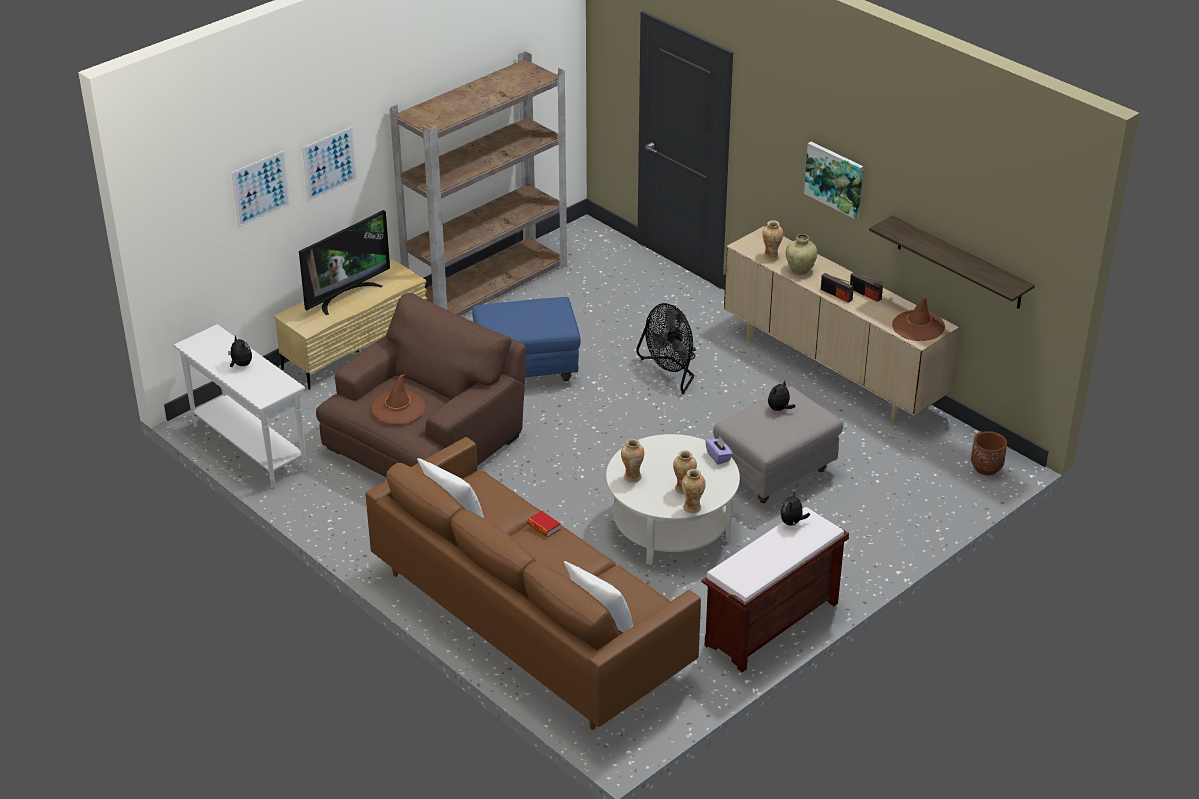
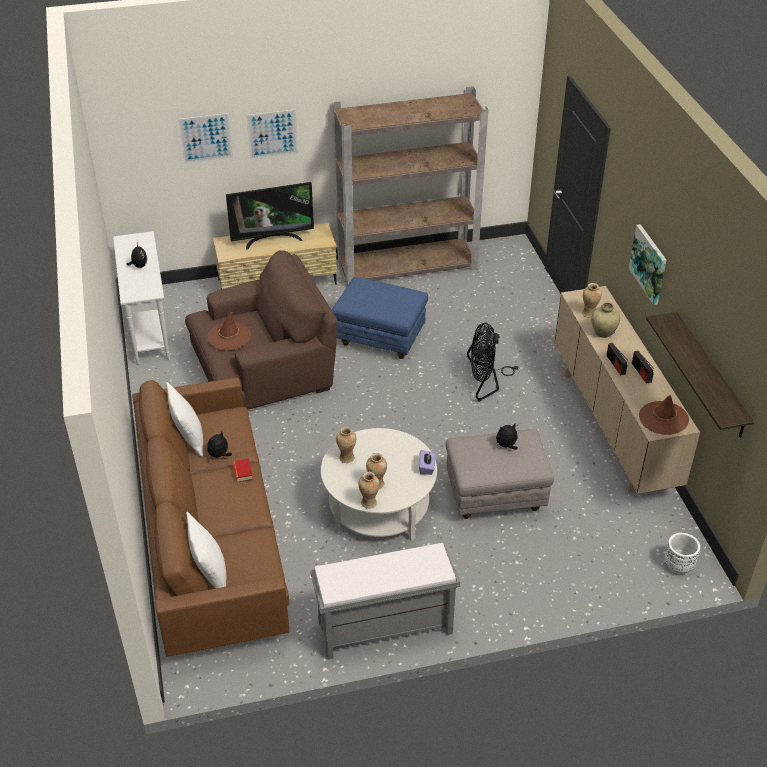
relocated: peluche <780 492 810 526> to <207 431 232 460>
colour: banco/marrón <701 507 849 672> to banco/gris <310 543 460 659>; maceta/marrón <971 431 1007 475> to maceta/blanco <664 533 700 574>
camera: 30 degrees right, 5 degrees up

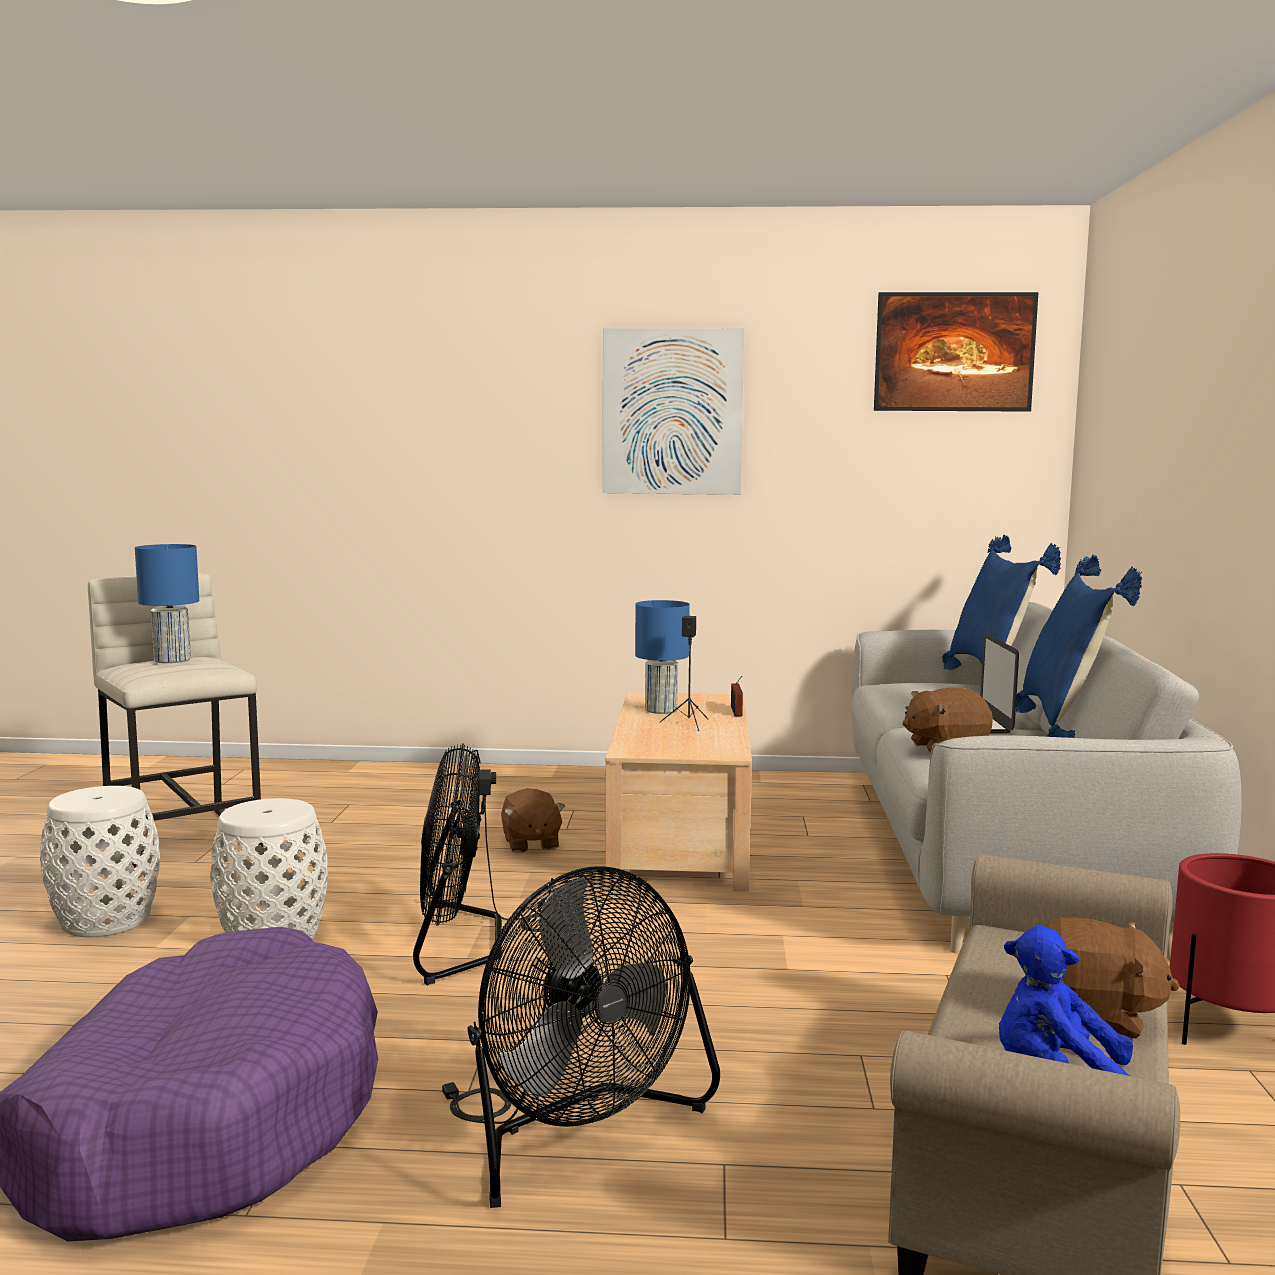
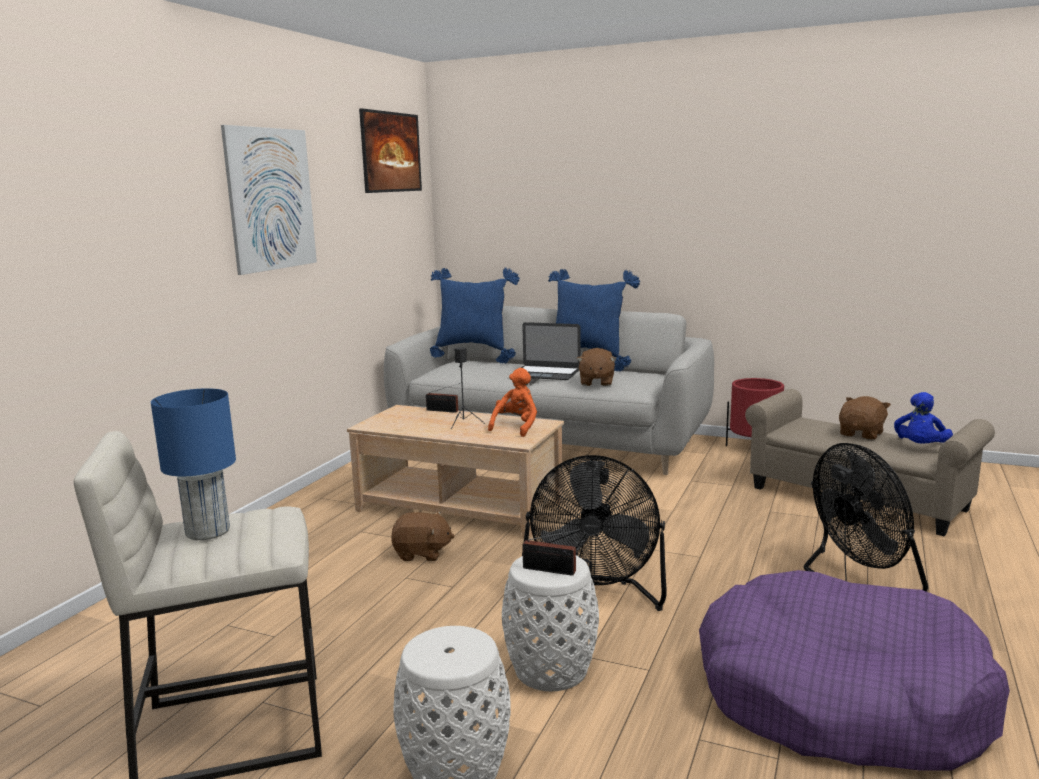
missing: lámpara de mesa/azul <635 600 690 714>
appeared: peluche/naranja <488 368 537 437>; radio <522 529 581 576>
camera: 70 degrees left, 5 degrees up

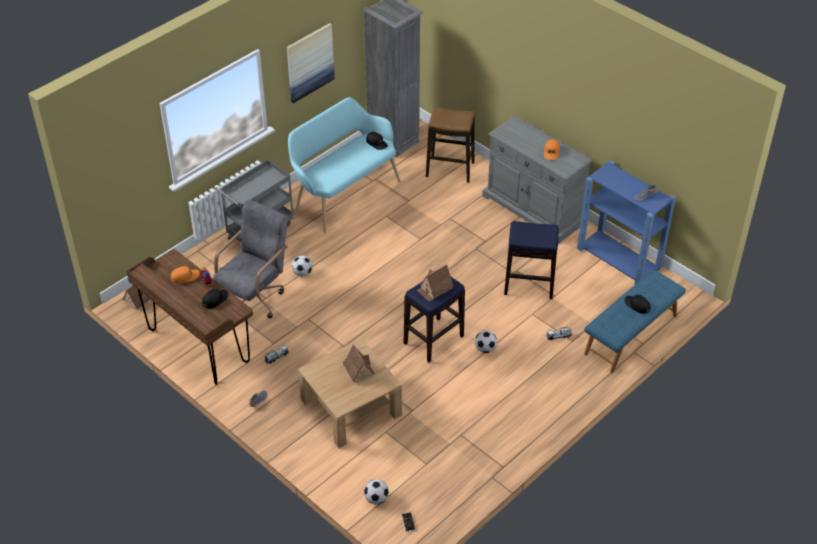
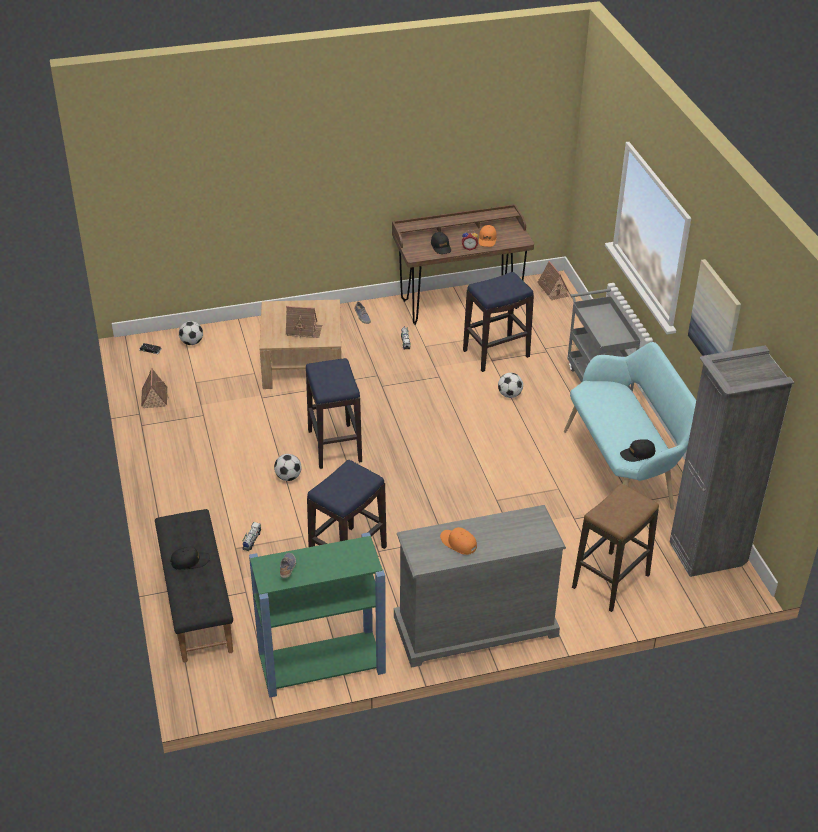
relocated: casita <417 264 454 301> to <141 368 169 408>
exchanged: silla de oficina/gris <213 200 288 318> to taburete <463 272 534 372>
colour: banco/azul <584 270 686 373> to banco/negro <155 509 233 663>; estantería/azul <577 160 676 285> to estantería/verde <249 532 386 698>
camera: 120 degrees right, 5 degrees down

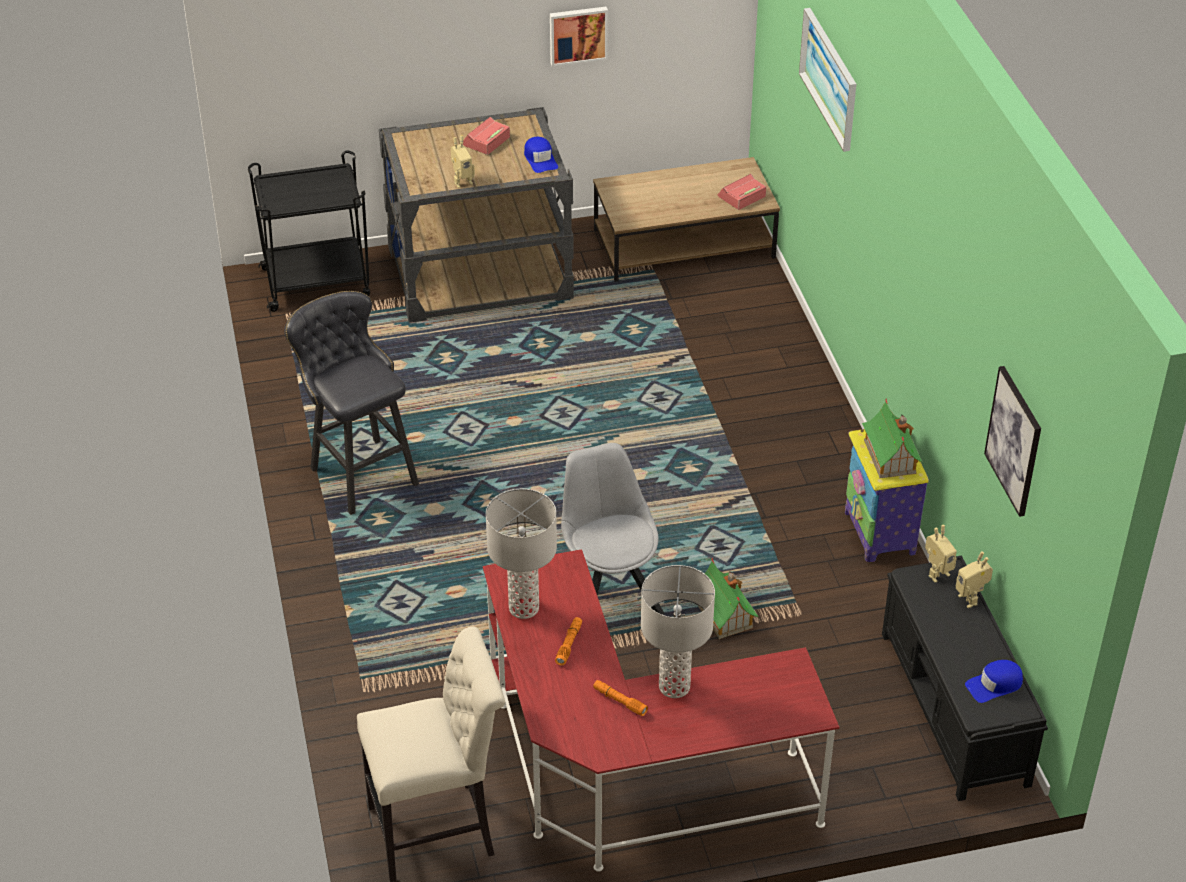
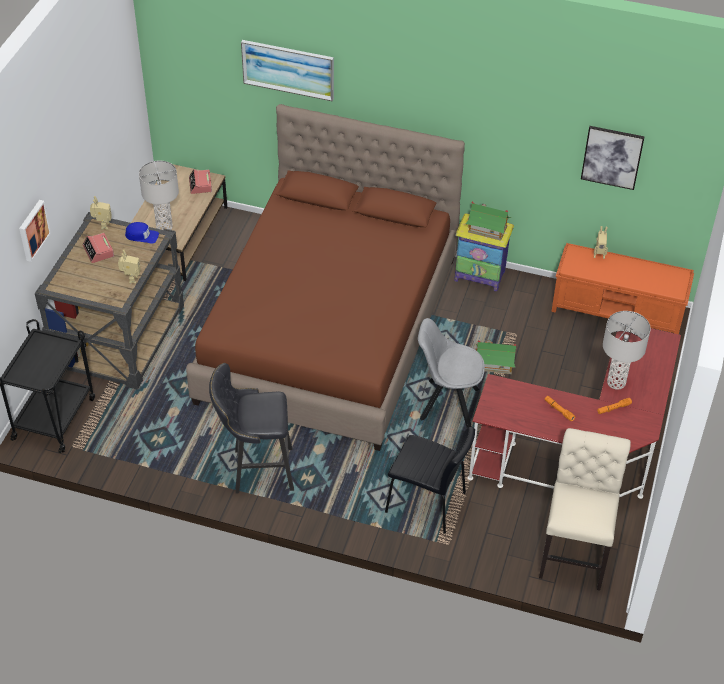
missing: gorra/azul <965 660 1023 703>
appeared: cama/marrón <186 104 465 451>; silla/negro <385 427 475 534>
relocated: cuadro <550 7 608 67> to <19 200 51 262>; robot de juguete <925 525 957 583> to <90 196 112 229>; lámpara de mesa/blanco <486 489 557 619> to <139 161 179 230>
colour: banco/negro <882 556 1048 801> to banco/naranja <551 243 694 334>
camera: 60 degrees left, 5 degrees up

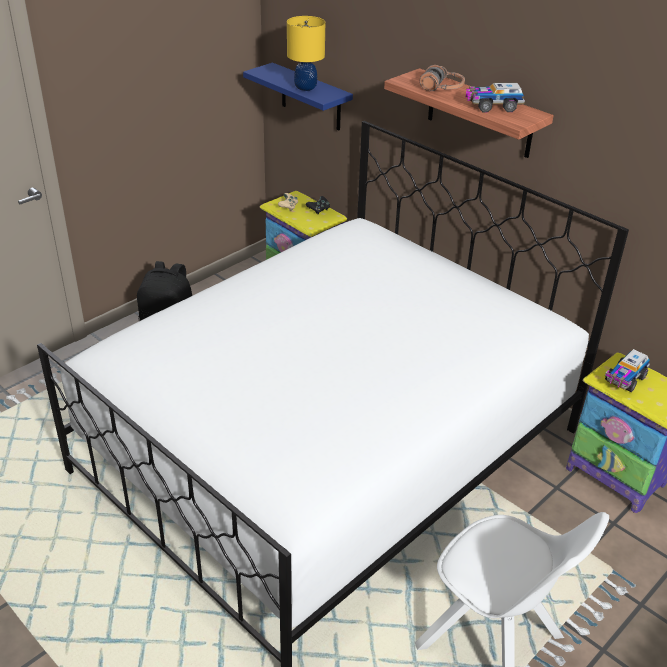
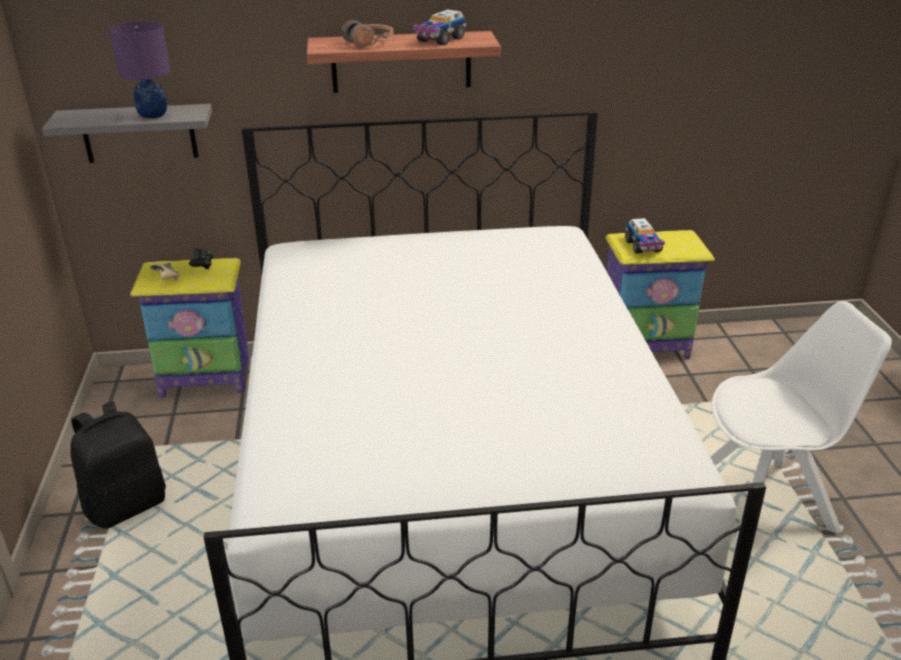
colour: estante/azul <243 63 353 130> to estante/gris <42 104 212 163>; lámpara de mesa/amarillo <287 16 325 91> to lámpara de mesa/morado <110 21 171 119>
camera: 50 degrees left, 5 degrees down

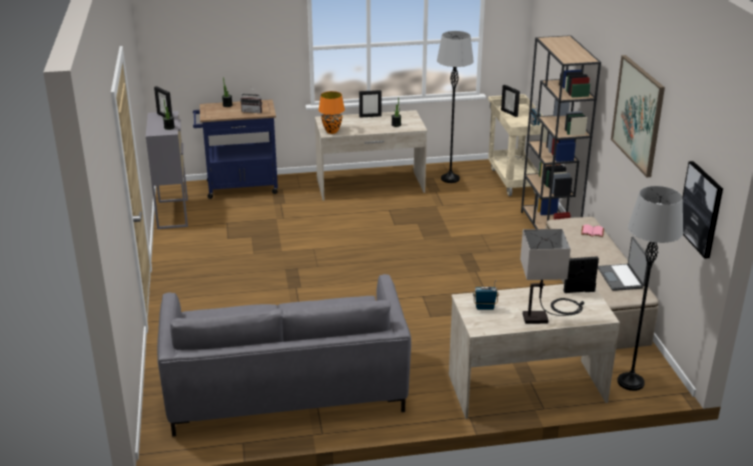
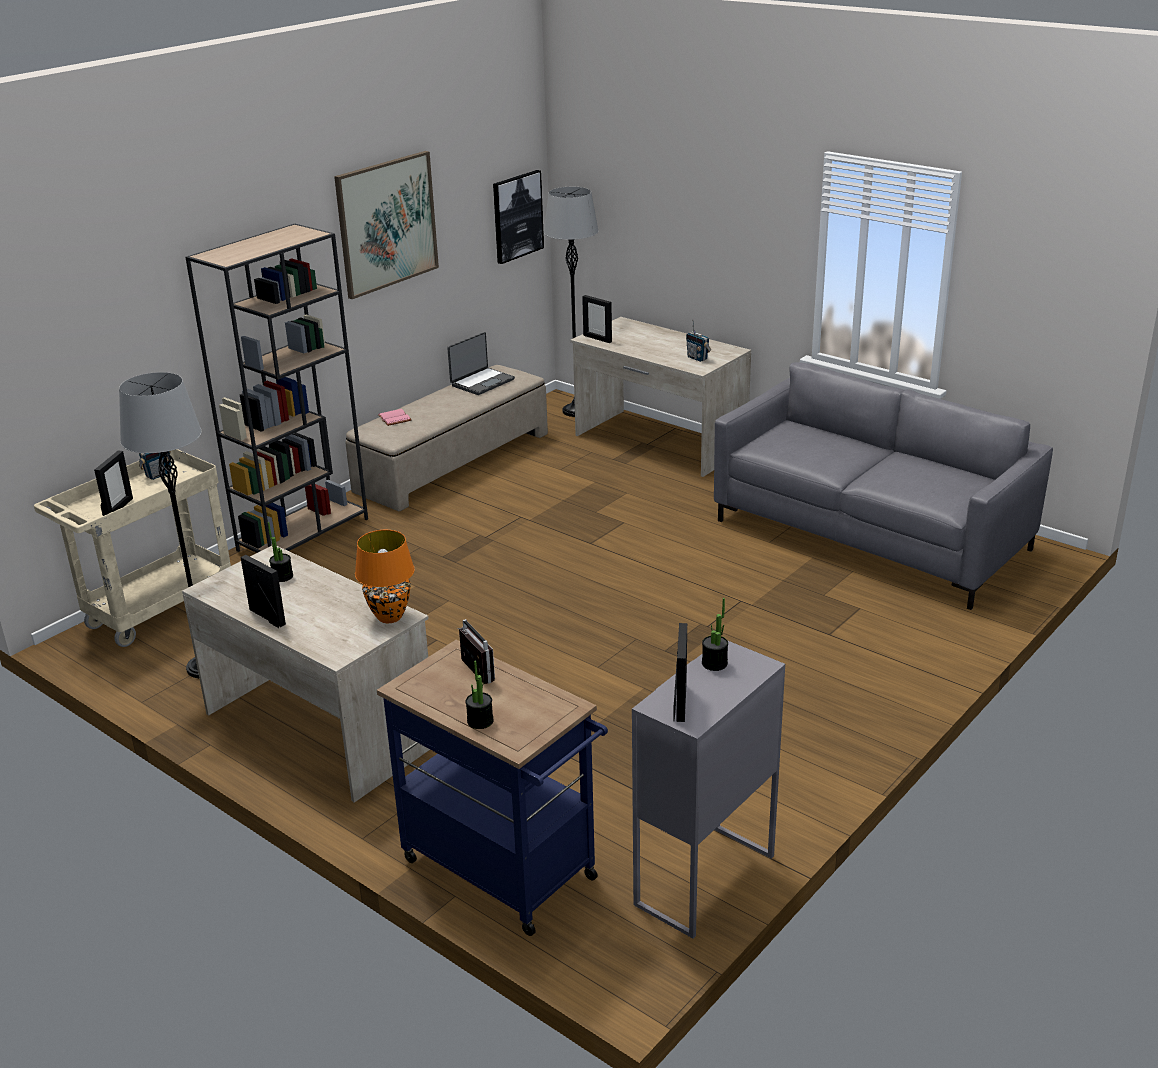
missing: lámpara de mesa <520 229 584 324>
camera: 130 degrees left, 0 degrees up

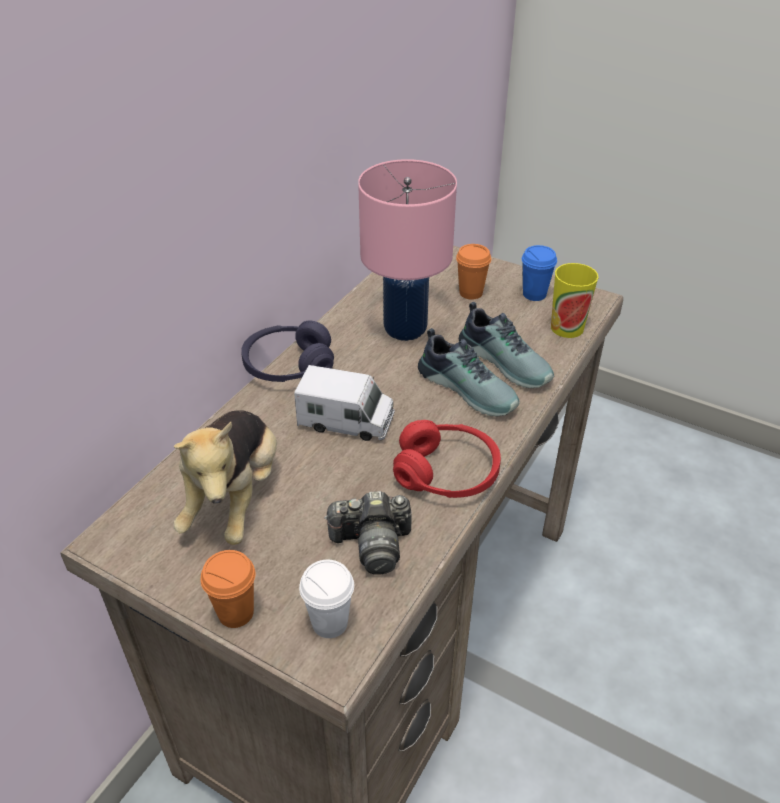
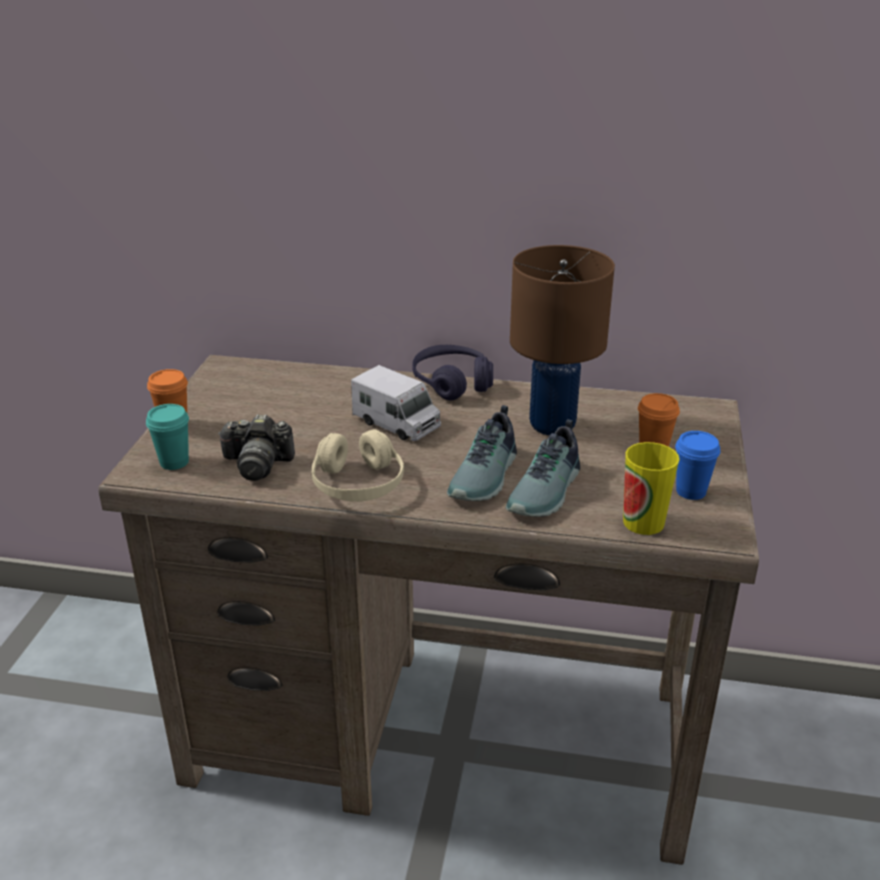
missing: peluche <174 410 277 545>
colour: taza/blanco <299 560 354 638> to taza/turquesa <146 404 189 470>; auriculares/rojo <393 420 501 498> to auriculares/beis <311 429 404 502>; lámpara de mesa/rosa <358 159 457 341> to lámpara de mesa/marrón <510 245 615 435>
spun: cámara <324 491 412 575> = <218 414 295 481> 60 degrees counterclockwise; camión de juguete <294 365 395 441> = <351 365 441 441> 45 degrees counterclockwise
camera: 70 degrees right, 10 degrees down

